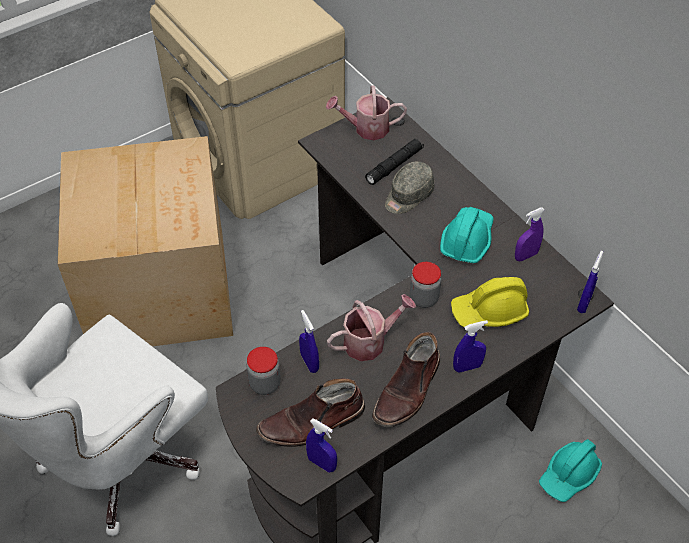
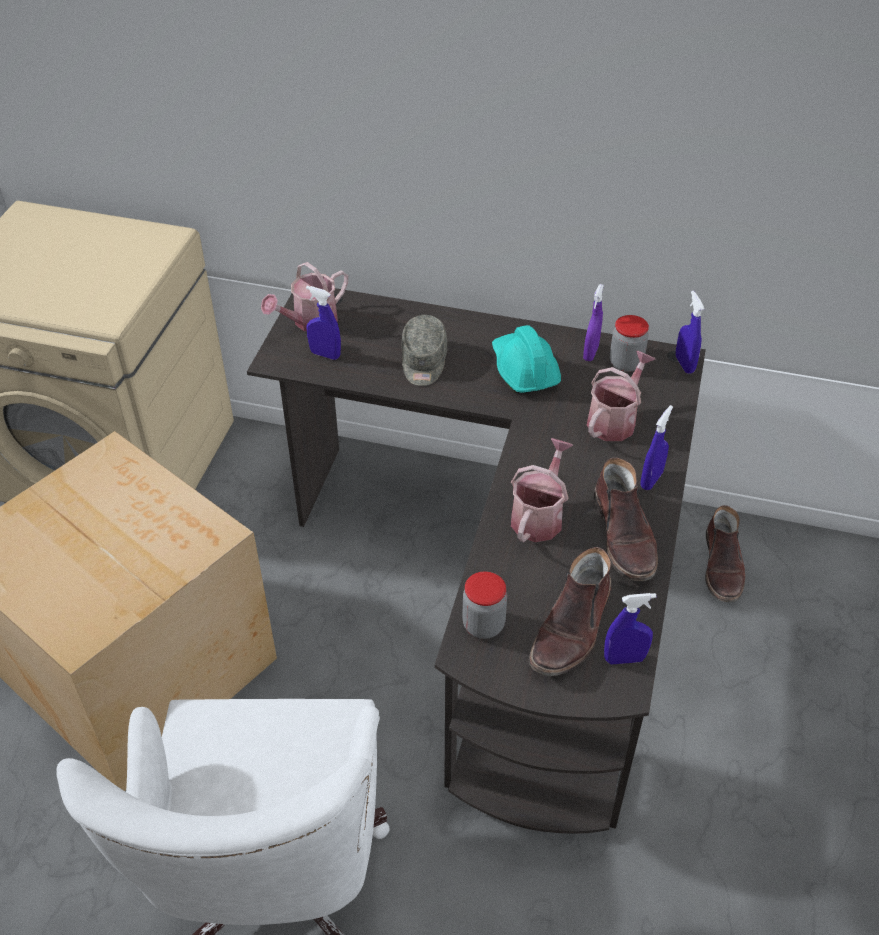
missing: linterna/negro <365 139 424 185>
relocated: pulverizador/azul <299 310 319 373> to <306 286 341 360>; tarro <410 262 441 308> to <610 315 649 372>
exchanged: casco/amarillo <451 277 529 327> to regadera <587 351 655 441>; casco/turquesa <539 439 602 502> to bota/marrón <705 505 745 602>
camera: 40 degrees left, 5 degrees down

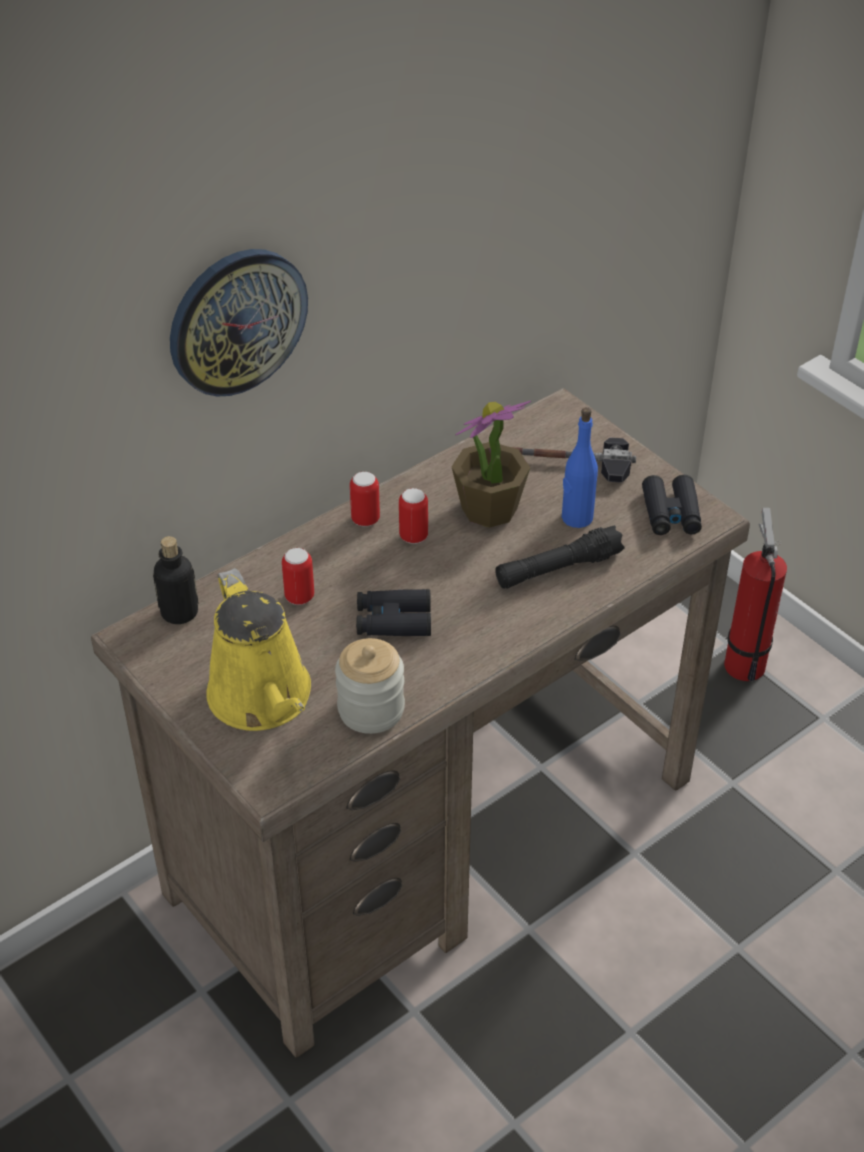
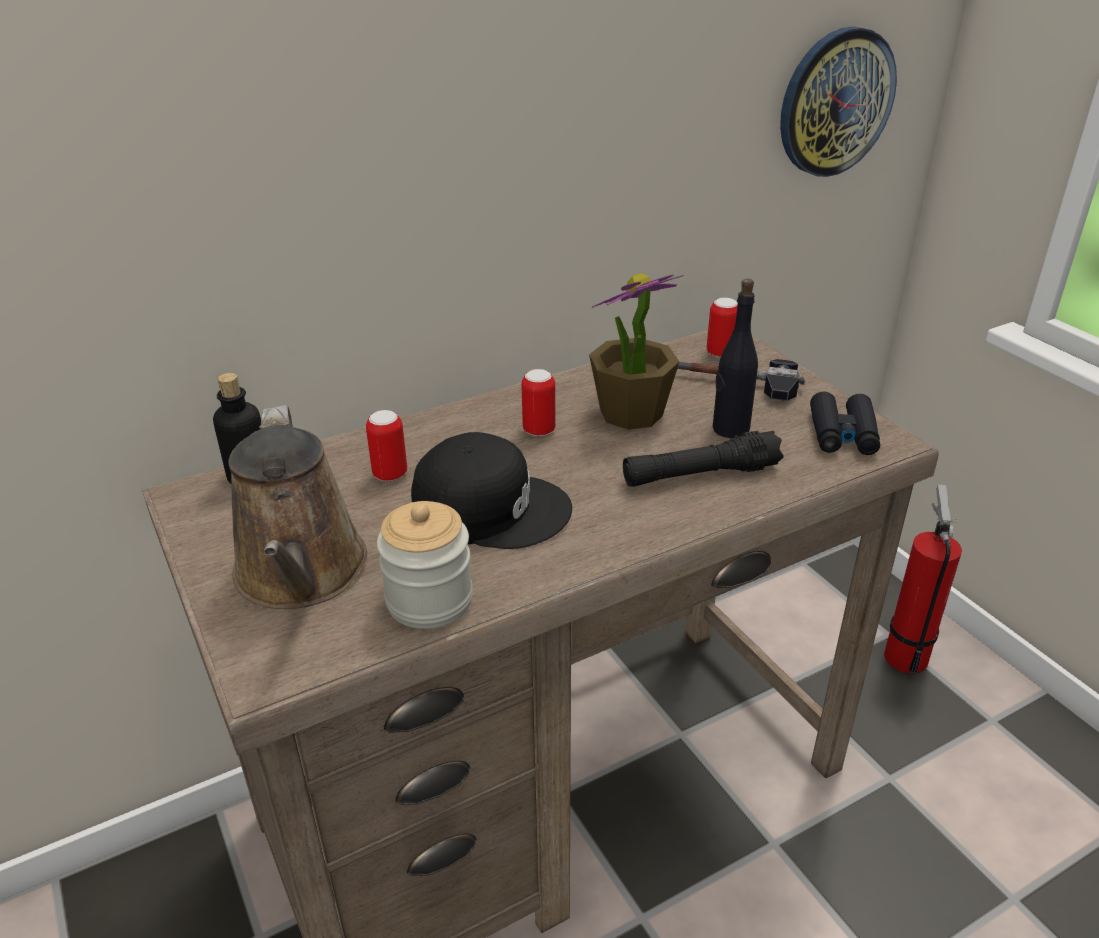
relocated: lata <350 472 380 527> to <707 298 738 358>; reloj de pared <170 249 308 397> to <780 26 897 177>
exchanged: prismáticos/negro <356 589 431 636> to gorra/negro <411 432 572 549>
colour: regadera/amarillo <206 568 311 731> to regadera/marrón <228 405 367 609>; botella/azul <562 407 598 528> to botella/negro <713 279 758 438>
camera: 10 degrees right, 10 degrees down

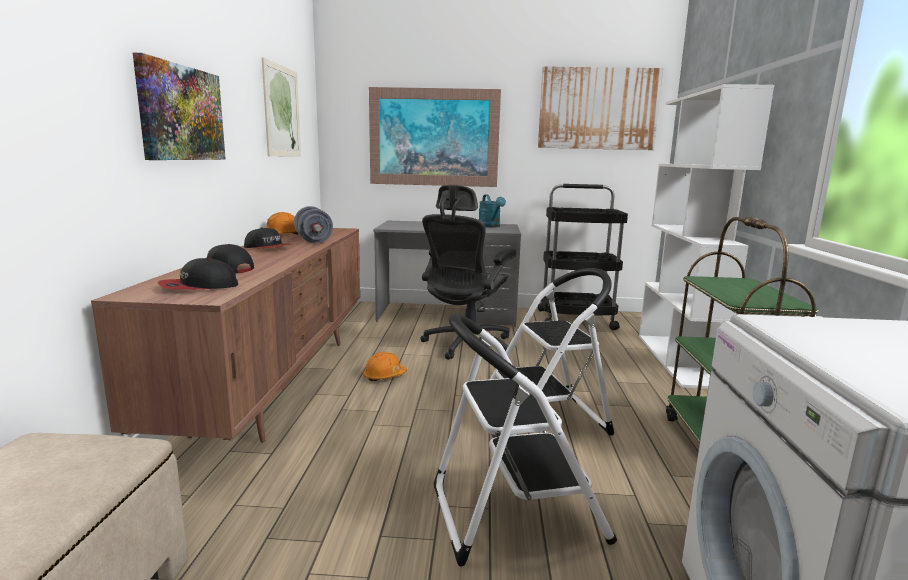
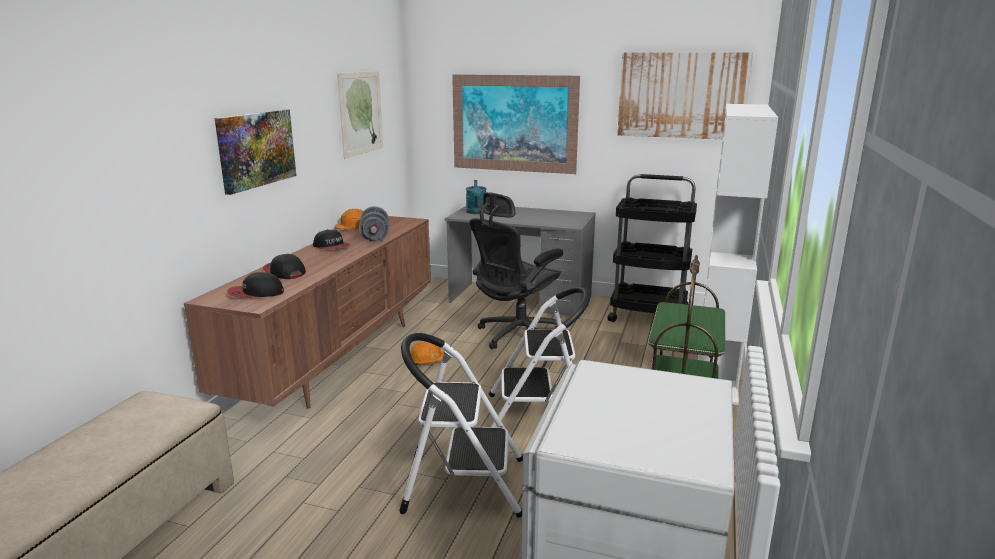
relocated: regadera/turquesa <479 194 506 228> to <466 180 487 214>
camera: 15 degrees right, 5 degrees up

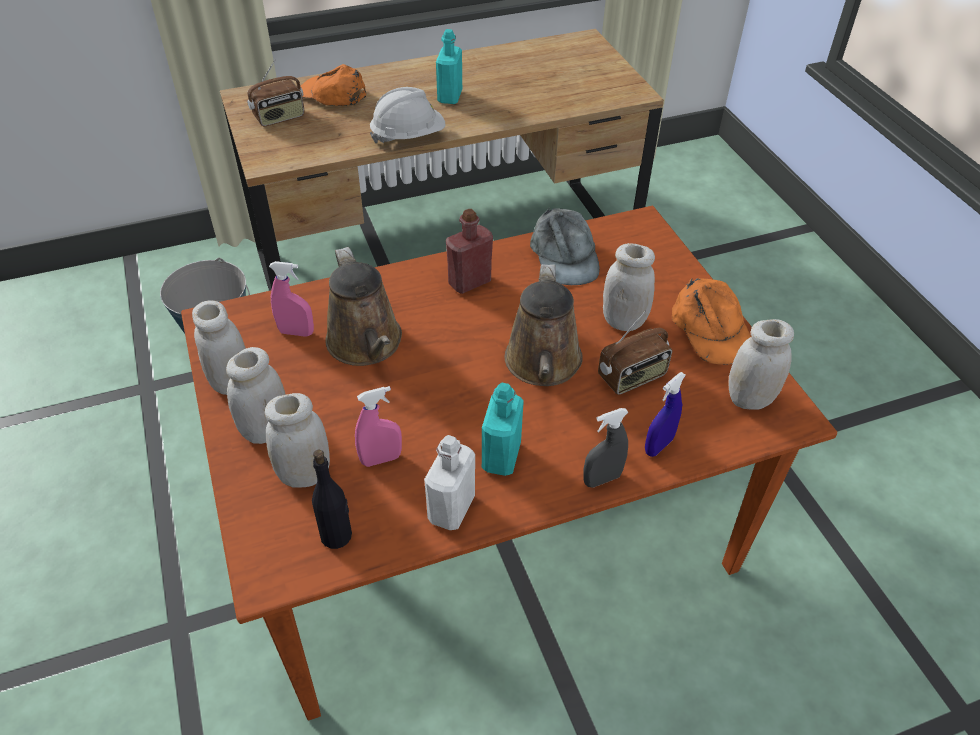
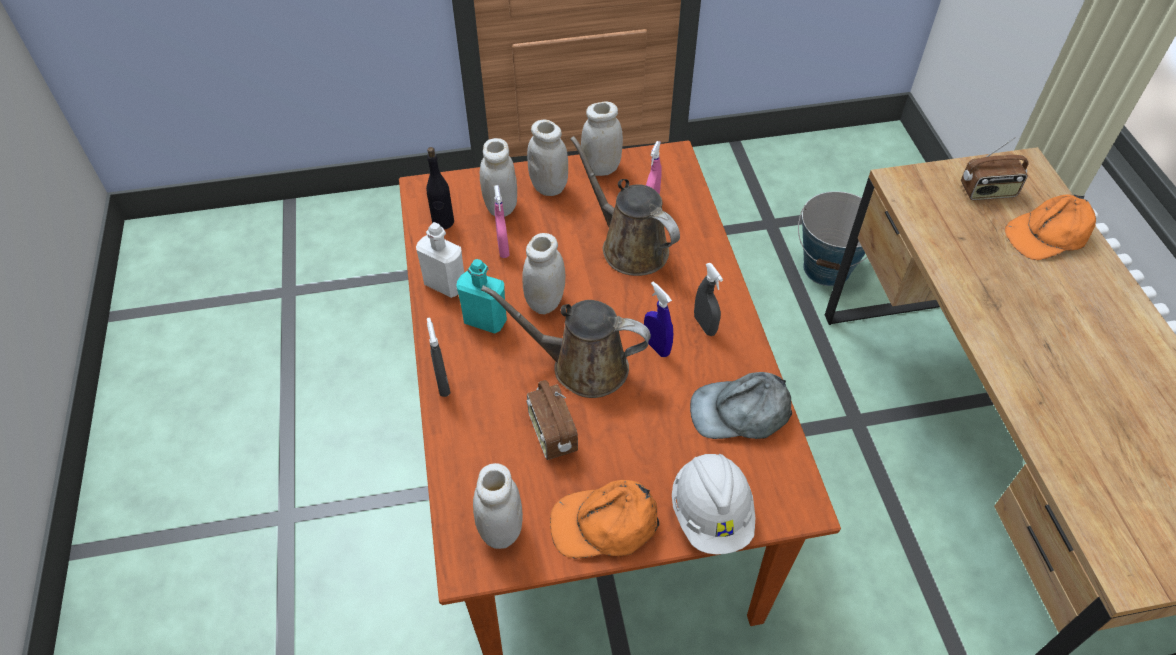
missing: botella/turquesa <436 29 462 104>
relocated: tarro/blanco <603 243 655 331> to <522 233 565 314>; pulverizador/azul <645 372 686 457> to <644 281 673 357>; casco/blanco <370 87 445 143> to <672 454 756 555>
exchanged: botella/rojo <446 209 493 294> to pulverizador/gris <694 263 723 336>
spun: regadera/marrón <325 247 402 366> = <571 136 680 276> 60 degrees clockwise; radio <247 59 305 126> = <961 137 1029 200> 75 degrees counterclockwise; gorra/naranja <300 64 366 106> = <1005 194 1096 260> 150 degrees counterclockwise
camera: 100 degrees right, 5 degrees up

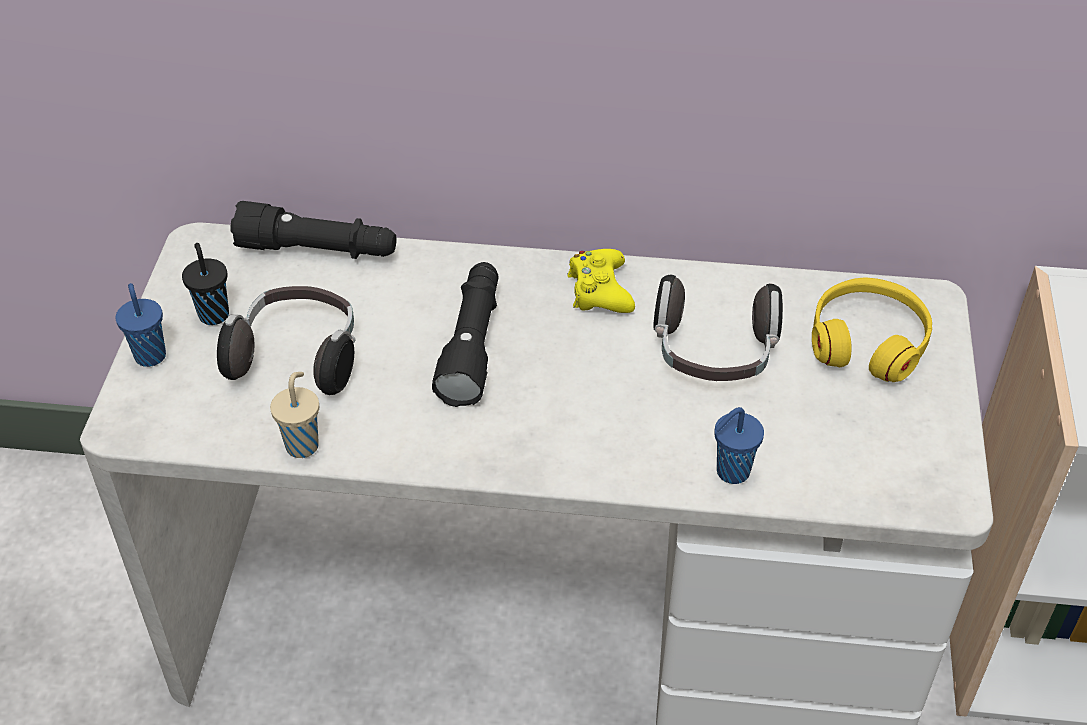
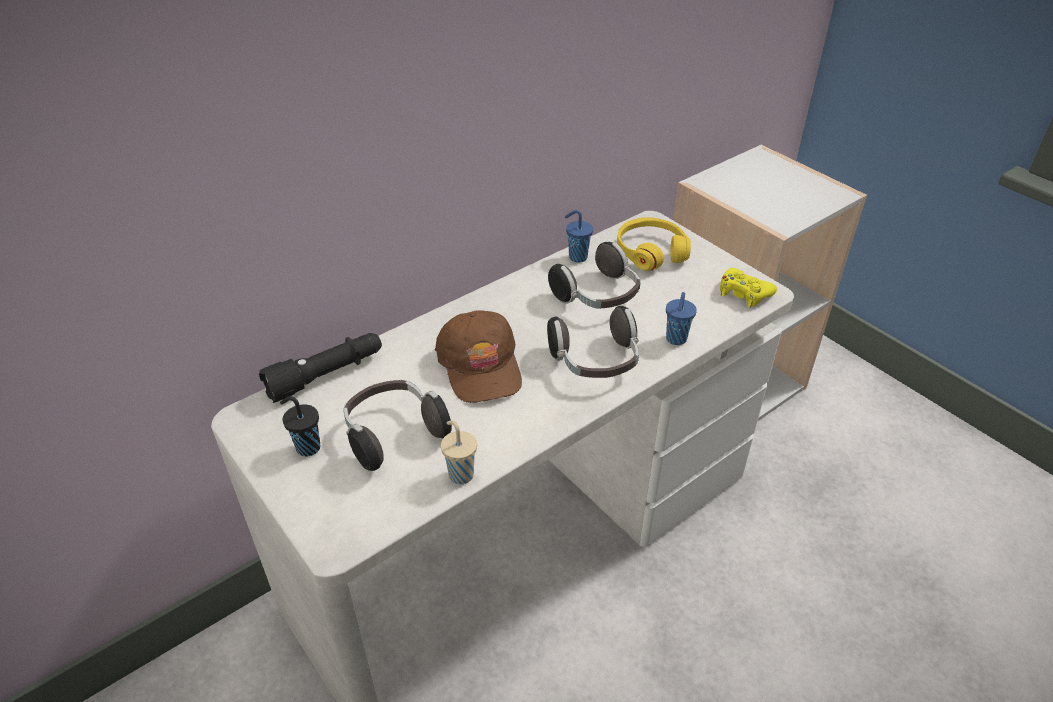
appeared: auriculares <547 306 639 378>
relocated: taza/azul <115 283 166 367> to <565 210 593 263>; mando de consola/amarillo <567 249 635 313> to <720 268 777 307>
exchanged: linterna/negro <432 262 499 407> to gorra/marrón <435 310 522 403>
camera: 45 degrees left, 5 degrees down

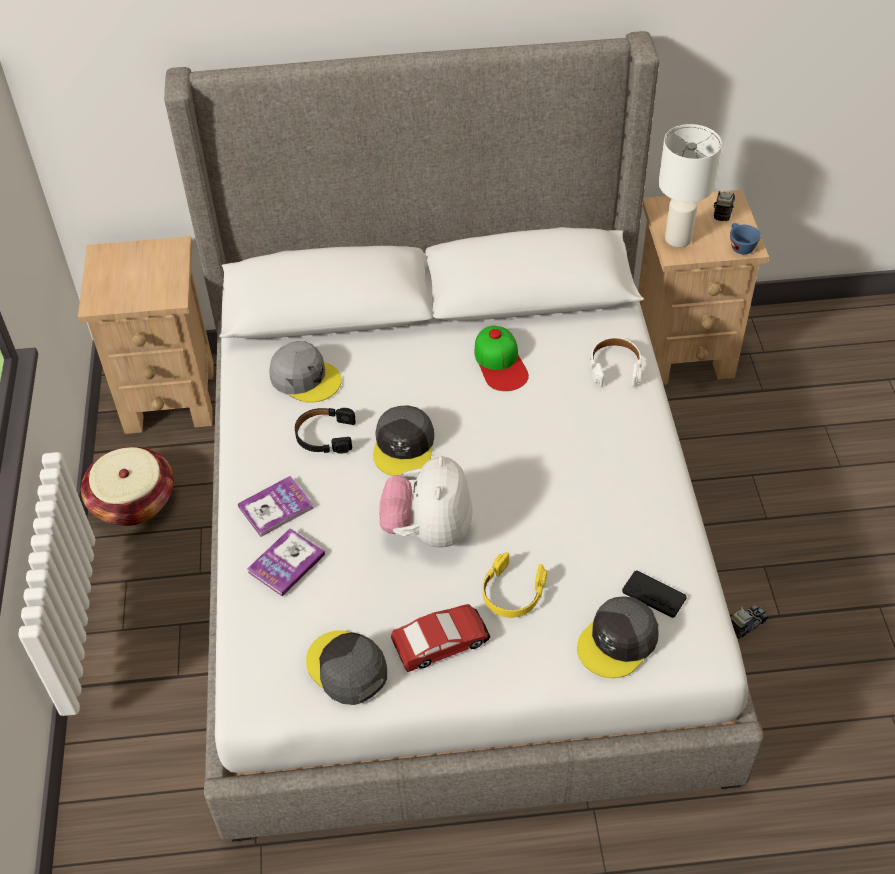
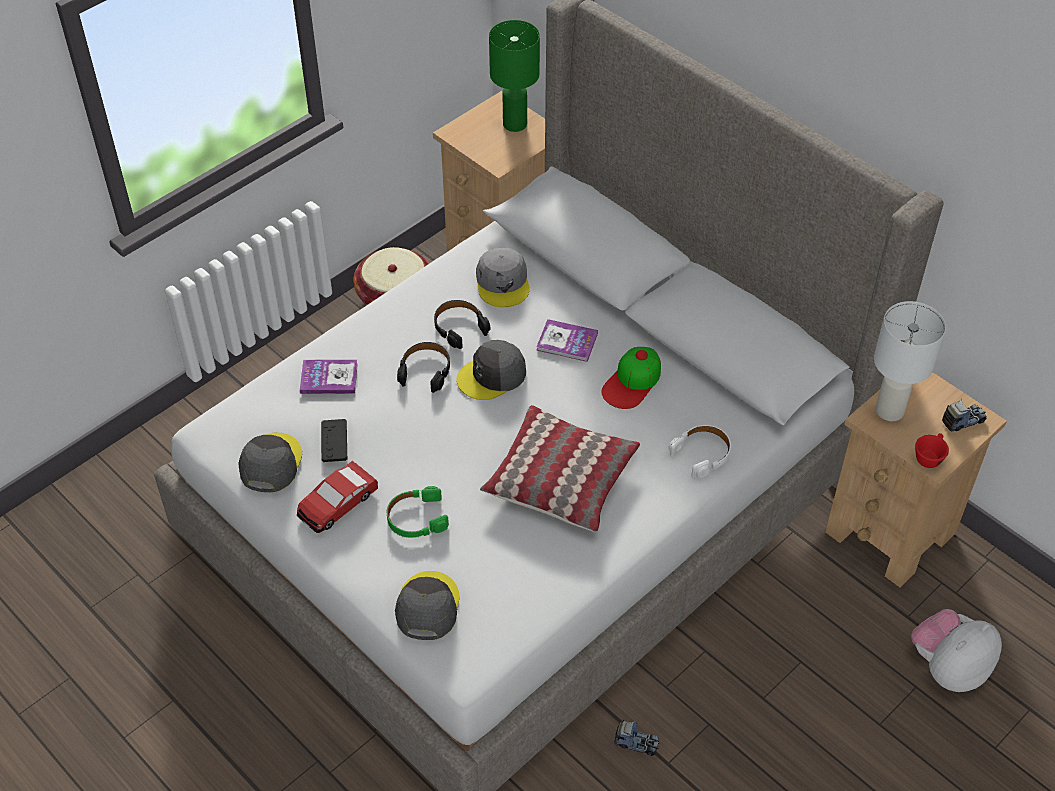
appeared: auriculares/negro <397 342 450 393>; cojín <480 405 640 532>; lámpara de mesa/verde <489 20 540 132>
relocated: mando de consola/negro <622 571 687 618> to <321 419 347 462>; libro <238 476 314 537> to <536 319 598 362>; peluche <379 456 473 548> to <911 609 1002 692>
colour: auriculares/amarillo <483 552 547 618> to auriculares/verde <387 486 449 537>; taza/azul <730 223 761 254> to taza/rojo <915 433 949 468>
spun: coche de juguete <391 604 490 672> = <297 461 378 533> 105 degrees clockwise; gorra/gris <577 596 658 678> = <395 571 459 640> 90 degrees clockwise
camera: 50 degrees right, 0 degrees up

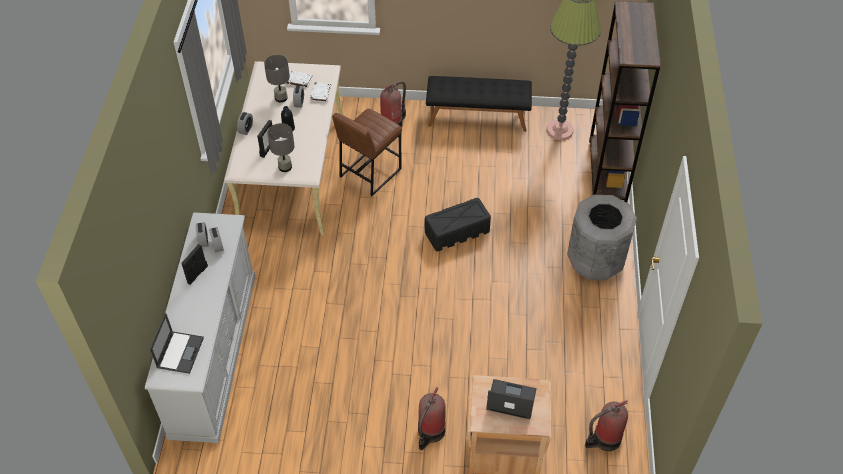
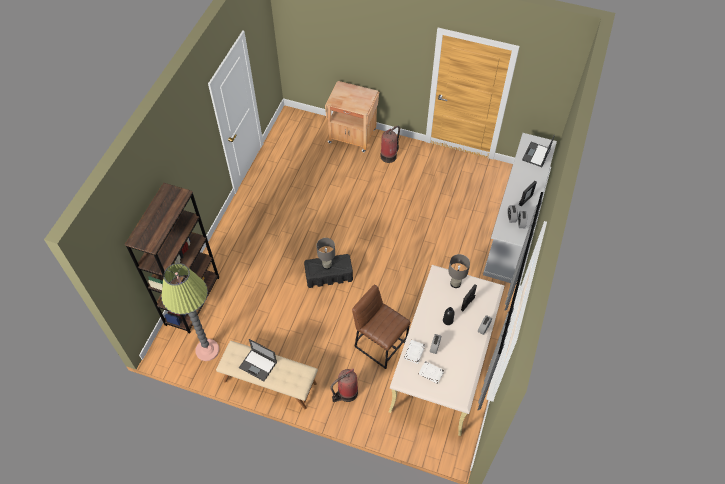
missing: papelera/gris <567 195 637 281>; extintor <585 400 628 451>
relocated: portátil <486 379 537 419> to <239 339 277 381>; lámpara de mesa/gris <264 55 290 102> to <316 238 335 269>
colour: banco/negro <426 76 532 132> to banco/beis <216 341 318 409>
spun: silla/marrón <332 109 402 196> = <352 284 411 369> 105 degrees counterclockwise
camera: 165 degrees left, 5 degrees up

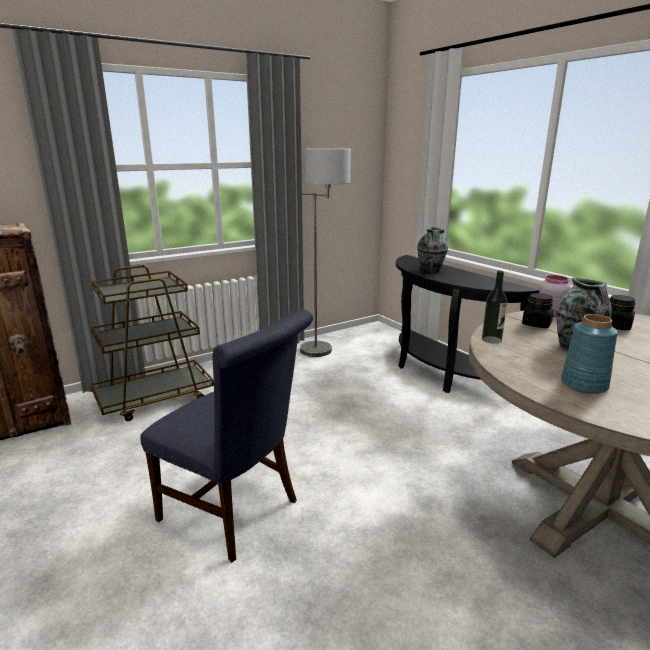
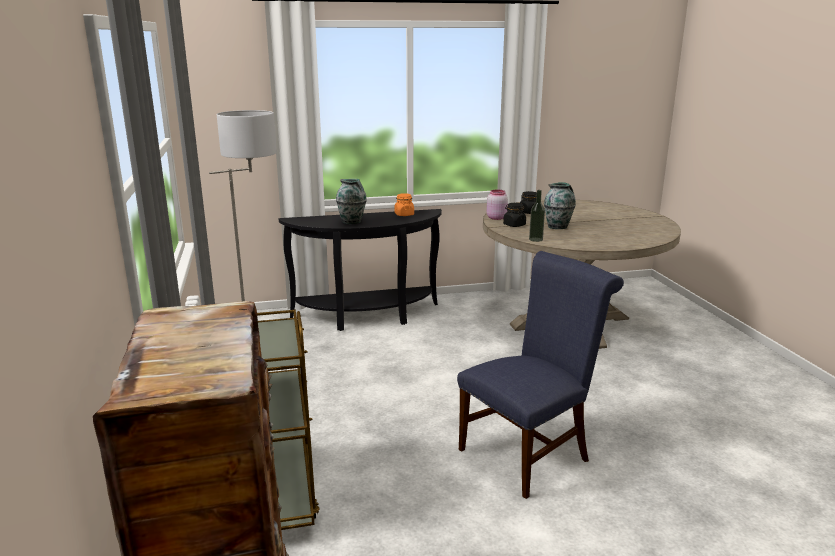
missing: florero/azul <561 314 618 394>
appeared: tarro/naranja <395 193 414 216>
camera: 70 degrees left, 0 degrees up

